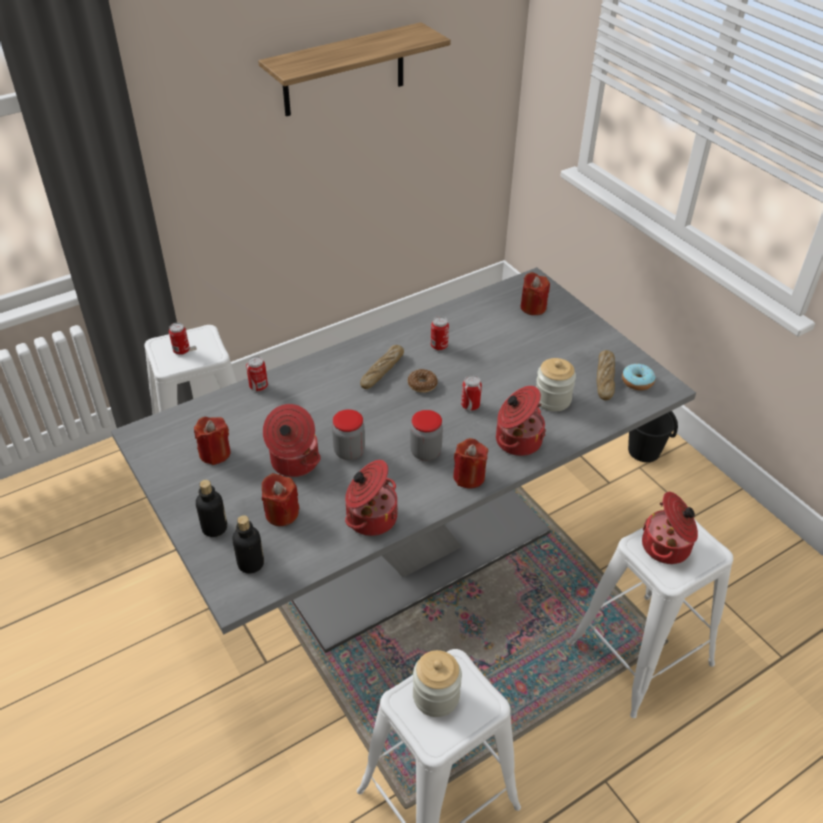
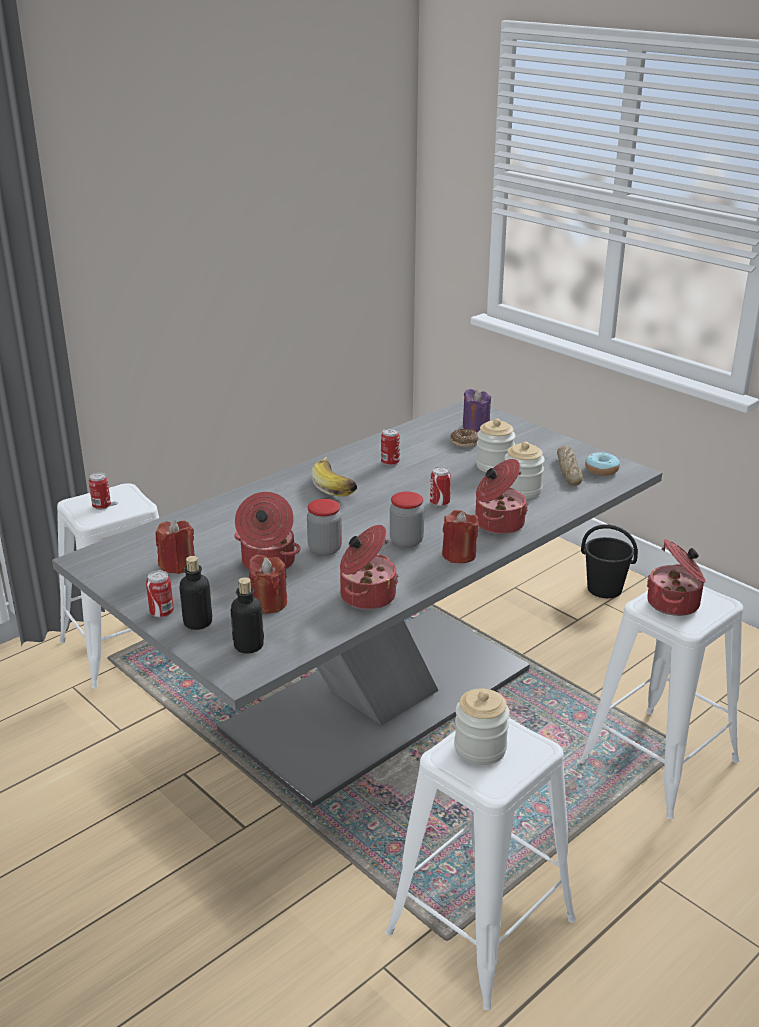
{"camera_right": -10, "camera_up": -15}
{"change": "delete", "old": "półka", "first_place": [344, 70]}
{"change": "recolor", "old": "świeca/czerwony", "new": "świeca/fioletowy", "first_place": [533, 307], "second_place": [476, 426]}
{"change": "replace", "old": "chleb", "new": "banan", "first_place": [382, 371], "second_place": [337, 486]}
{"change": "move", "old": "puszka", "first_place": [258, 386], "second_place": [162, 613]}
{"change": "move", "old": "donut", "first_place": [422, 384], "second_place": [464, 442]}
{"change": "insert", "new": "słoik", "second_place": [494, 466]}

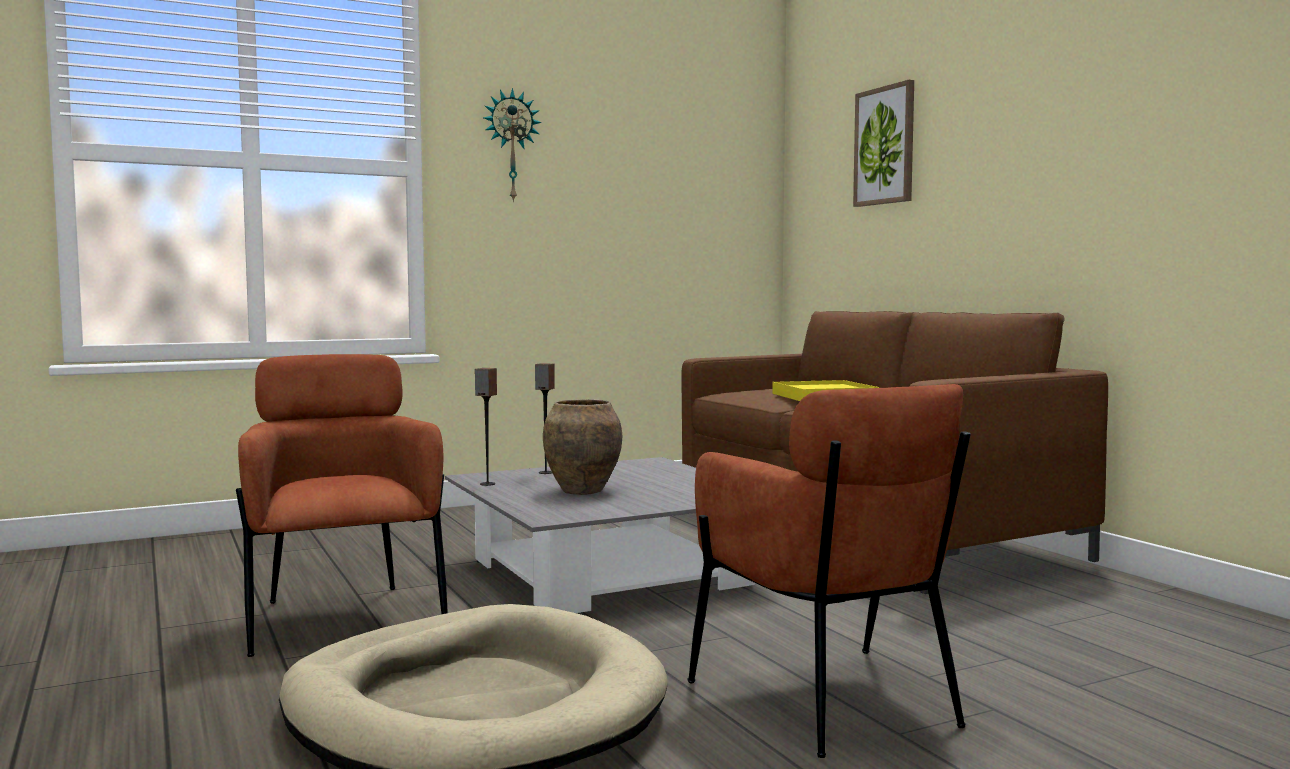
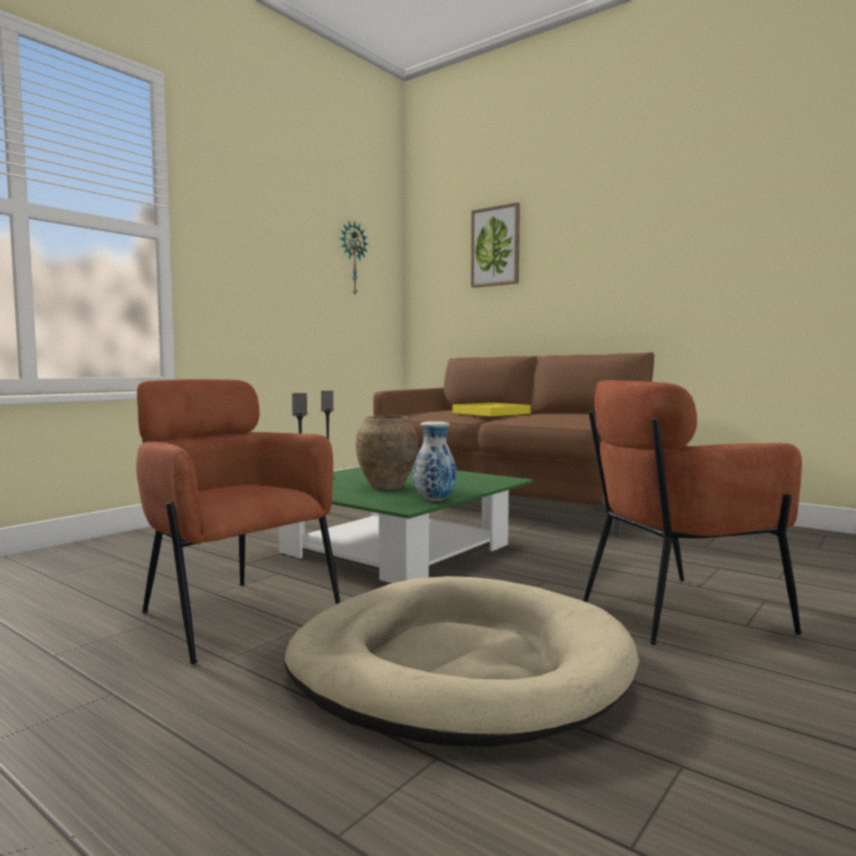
{"camera_right": -25, "camera_up": 0}
{"change": "move", "old": "zegar ścienny", "first_place": [511, 146], "second_place": [352, 258]}
{"change": "rotate", "old": "fotel/brązowy", "first_place": [832, 701], "second_place": [677, 612], "degrees": 120}
{"change": "recolor", "old": "ława/szary", "new": "ława/zielony", "first_place": [610, 573], "second_place": [397, 549]}
{"change": "insert", "new": "wazon", "second_place": [434, 500]}

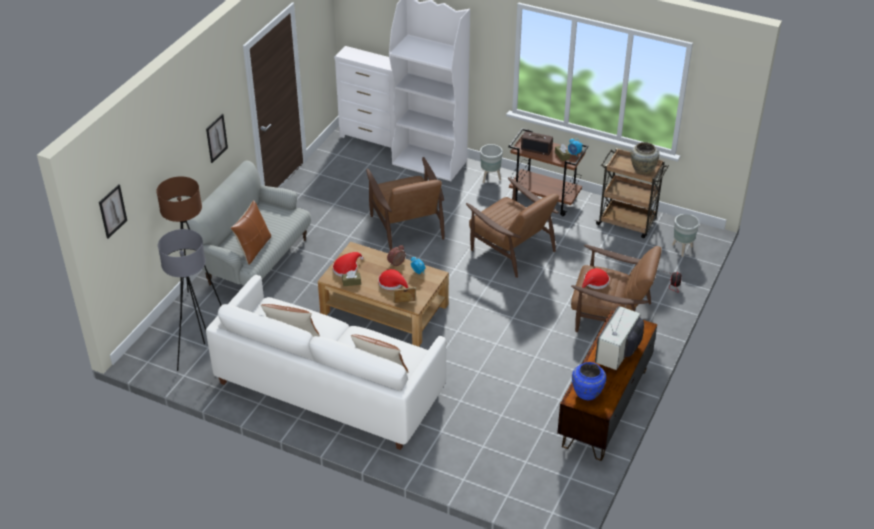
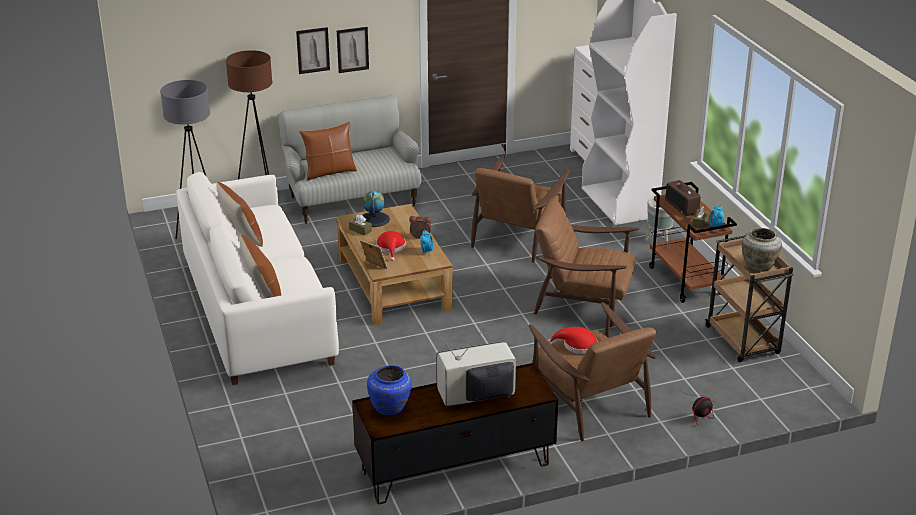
{"camera_right": 45, "camera_up": -10}
{"change": "rotate", "old": "fotel/brązowy", "first_place": [511, 249], "second_place": [584, 301], "degrees": 105}
{"change": "move", "old": "obraz", "first_place": [112, 211], "second_place": [313, 50]}
{"change": "delete", "old": "donica/szary", "first_place": [682, 249]}
{"change": "replace", "old": "kapelusz/czerwony", "new": "globus", "first_place": [347, 268], "second_place": [374, 219]}

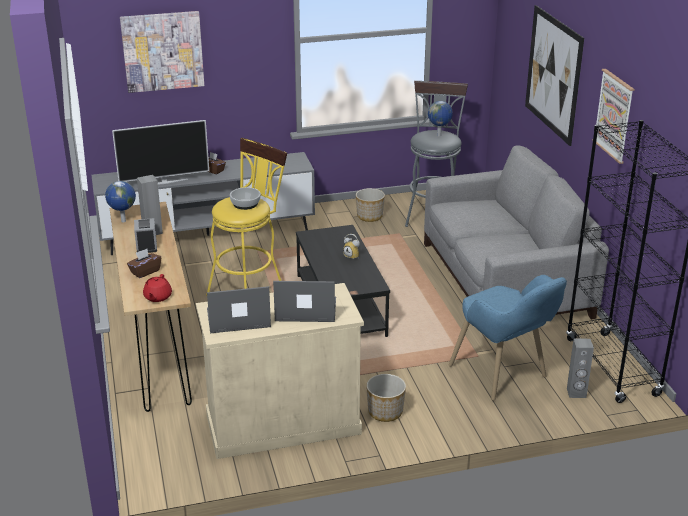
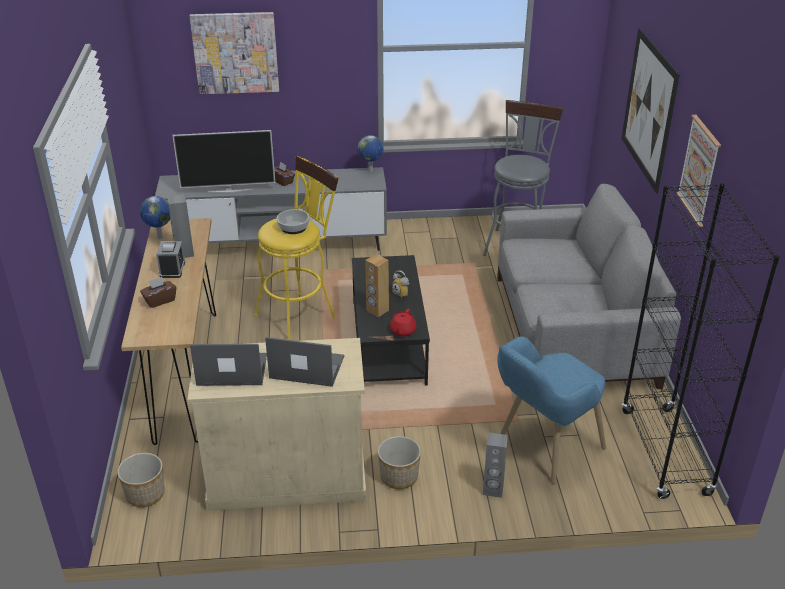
{"camera_right": 10, "camera_up": 5}
{"change": "move", "old": "globus", "first_place": [439, 135], "second_place": [371, 171]}
{"change": "move", "old": "donica", "first_place": [369, 216], "second_place": [145, 493]}
{"change": "move", "old": "imbryk/czerwony", "first_place": [157, 297], "second_place": [402, 331]}
{"change": "rotate", "old": "fotel/niebieski", "first_place": [505, 378], "second_place": [541, 451], "degrees": 75}
{"change": "move", "old": "głośnik/szary", "first_place": [576, 393], "second_place": [493, 490]}
{"change": "insert", "new": "głośnik/brązowy", "second_place": [377, 310]}

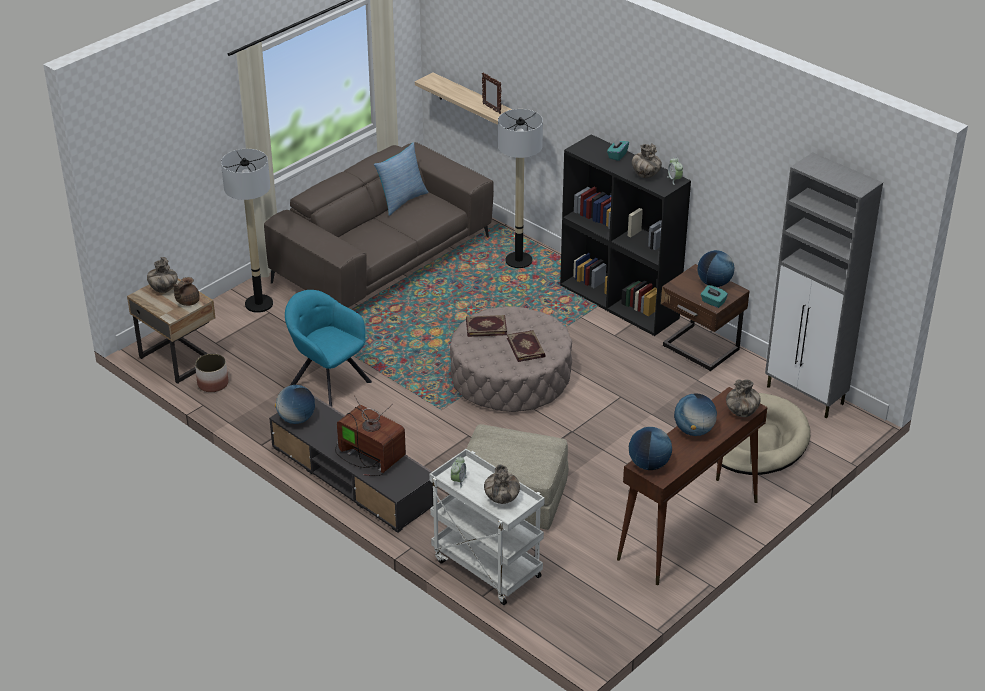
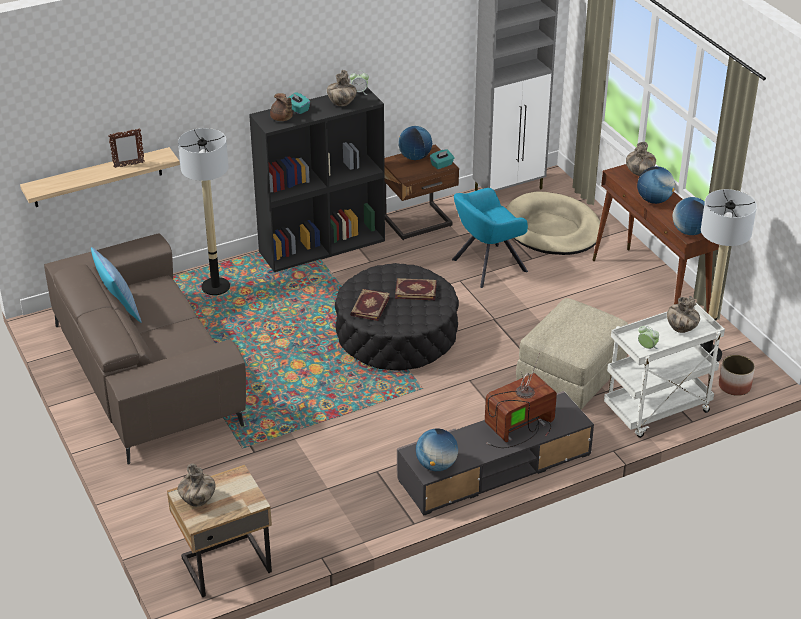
{"camera_right": -70, "camera_up": 0}
{"change": "move", "old": "lampa stojąca", "first_place": [259, 304], "second_place": [706, 354]}
{"change": "move", "old": "imbryk/brązowy", "first_place": [187, 302], "second_place": [282, 118]}
{"change": "move", "old": "fotel/turkusowy", "first_place": [328, 382], "second_place": [486, 266]}
{"change": "recolor", "old": "pufa/beżowy", "new": "pufa/czarny", "first_place": [510, 377], "second_place": [396, 335]}
{"change": "move", "old": "donica", "first_place": [213, 383], "second_place": [734, 386]}

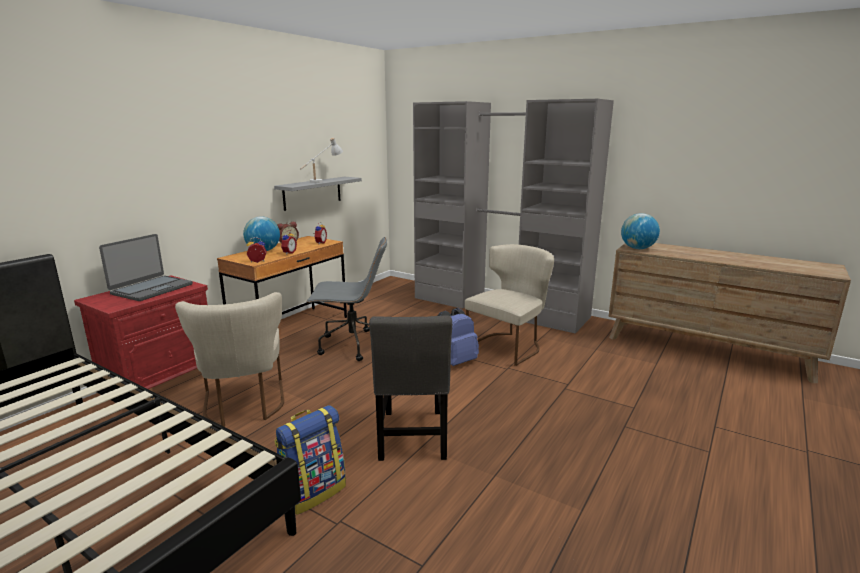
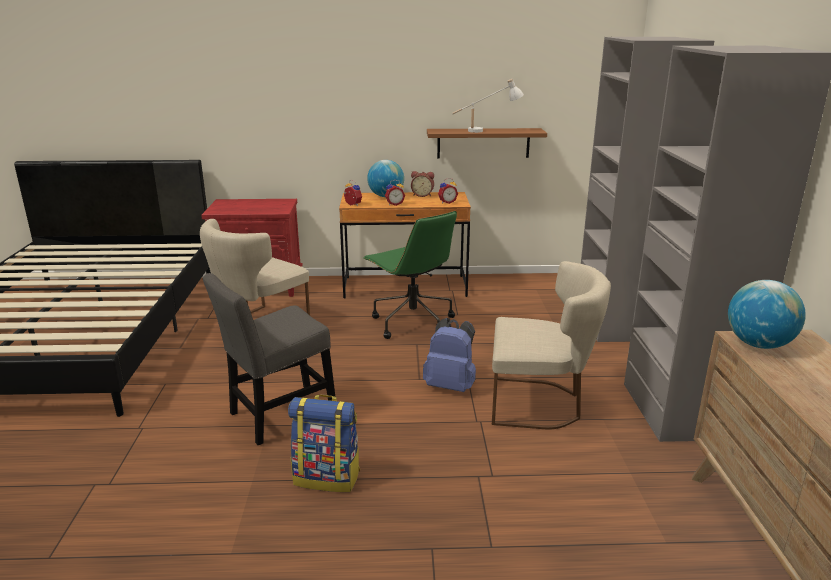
{"camera_right": 55, "camera_up": 5}
{"change": "recolor", "old": "półka/szary", "new": "półka/brązowy", "first_place": [312, 193], "second_place": [483, 143]}
{"change": "delete", "old": "laptop", "first_place": [151, 289]}
{"change": "recolor", "old": "krzesło biurowe/szary", "new": "krzesło biurowe/zielony", "first_place": [351, 345], "second_place": [412, 323]}
{"change": "move", "old": "plecak", "first_place": [313, 491], "second_place": [327, 477]}

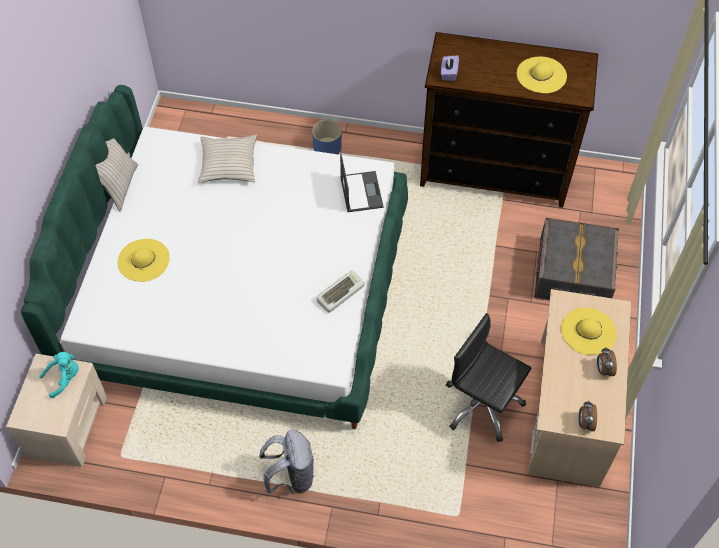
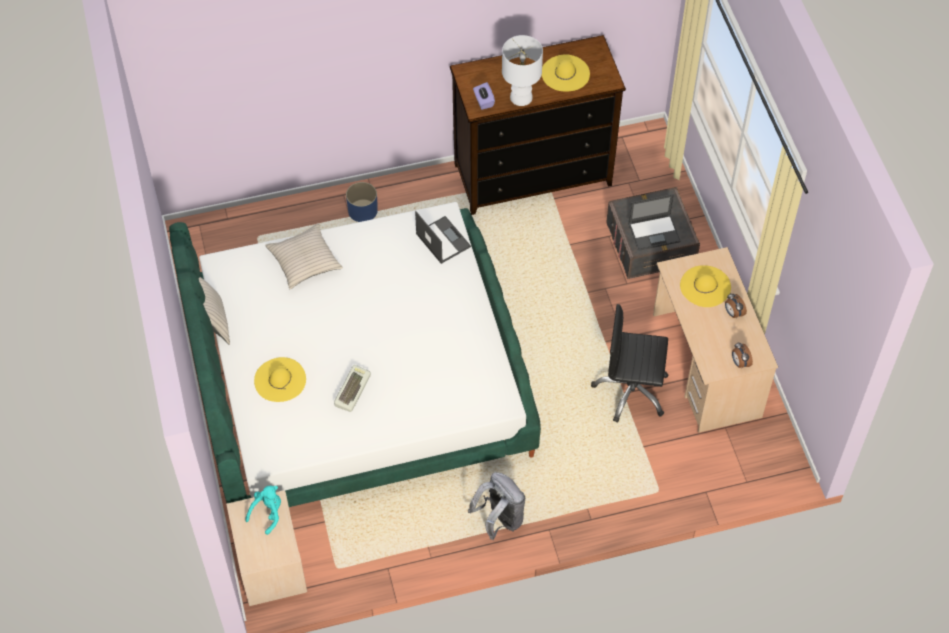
{"camera_right": -25, "camera_up": 0}
{"change": "move", "old": "klawiatura", "first_place": [340, 292], "second_place": [351, 389]}
{"change": "insert", "new": "lampa stołowa/biały", "second_place": [520, 97]}
{"change": "insert", "new": "laptop", "second_place": [654, 232]}

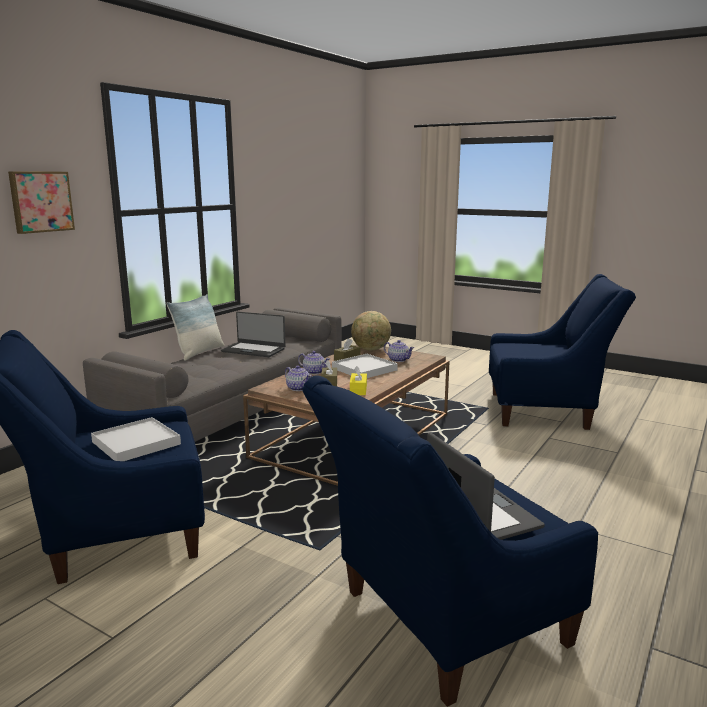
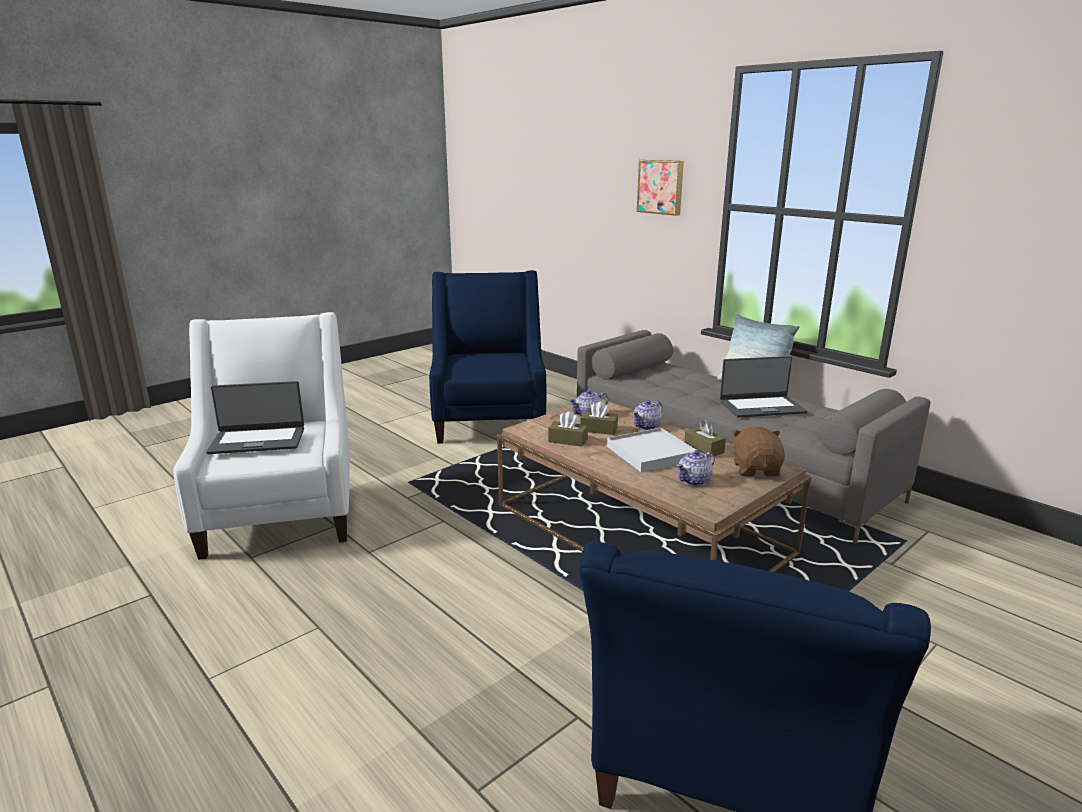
{"camera_right": 105, "camera_up": 5}
{"change": "rotate", "old": "laptop", "first_place": [254, 350], "second_place": [761, 407], "degrees": -135}
{"change": "replace", "old": "globus", "new": "pluszak/brązowy", "first_place": [371, 349], "second_place": [756, 470]}
{"change": "recolor", "old": "pudełko chusteczek/żółty", "new": "pudełko chusteczek/brązowy", "first_place": [358, 390], "second_place": [568, 440]}
{"change": "recolor", "old": "fotel/niebieski", "new": "fotel/biały", "first_place": [440, 622], "second_place": [282, 513]}
{"change": "delete", "old": "taca/biały", "first_place": [136, 443]}

